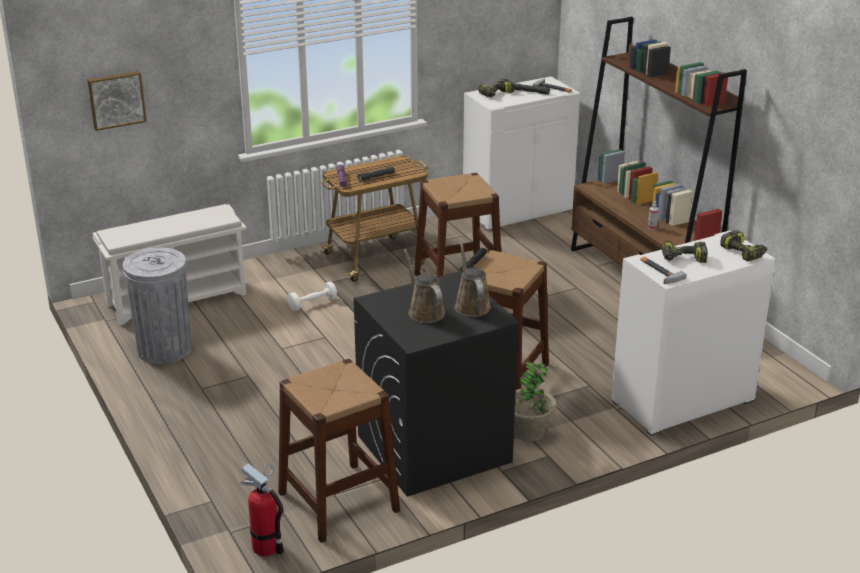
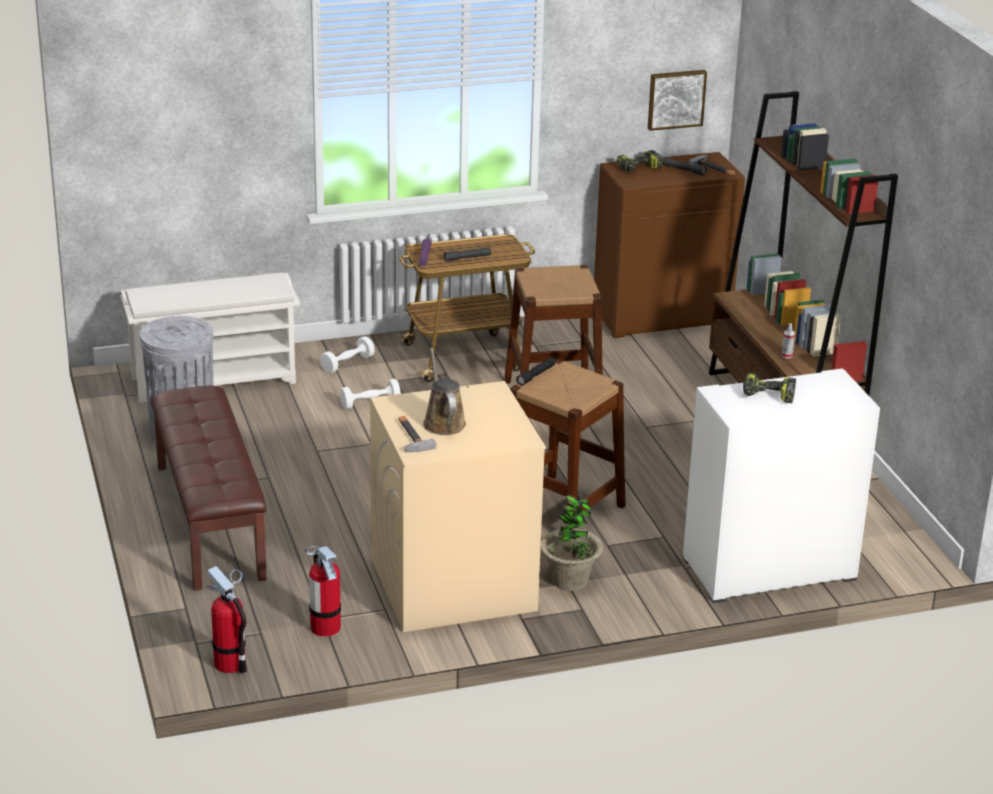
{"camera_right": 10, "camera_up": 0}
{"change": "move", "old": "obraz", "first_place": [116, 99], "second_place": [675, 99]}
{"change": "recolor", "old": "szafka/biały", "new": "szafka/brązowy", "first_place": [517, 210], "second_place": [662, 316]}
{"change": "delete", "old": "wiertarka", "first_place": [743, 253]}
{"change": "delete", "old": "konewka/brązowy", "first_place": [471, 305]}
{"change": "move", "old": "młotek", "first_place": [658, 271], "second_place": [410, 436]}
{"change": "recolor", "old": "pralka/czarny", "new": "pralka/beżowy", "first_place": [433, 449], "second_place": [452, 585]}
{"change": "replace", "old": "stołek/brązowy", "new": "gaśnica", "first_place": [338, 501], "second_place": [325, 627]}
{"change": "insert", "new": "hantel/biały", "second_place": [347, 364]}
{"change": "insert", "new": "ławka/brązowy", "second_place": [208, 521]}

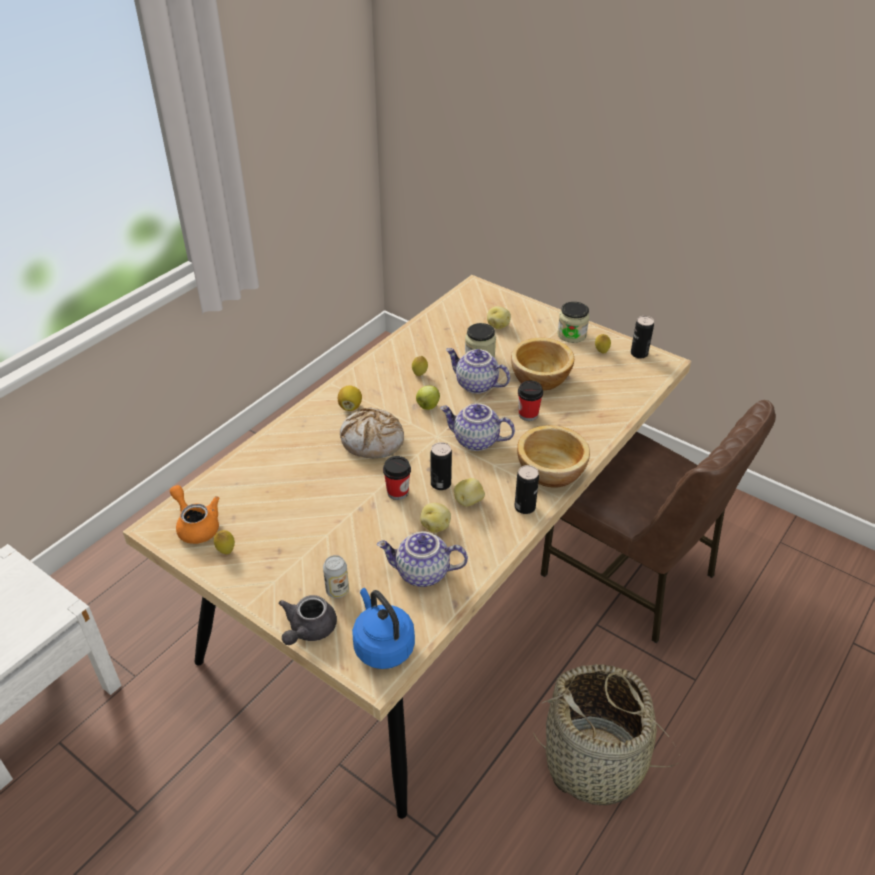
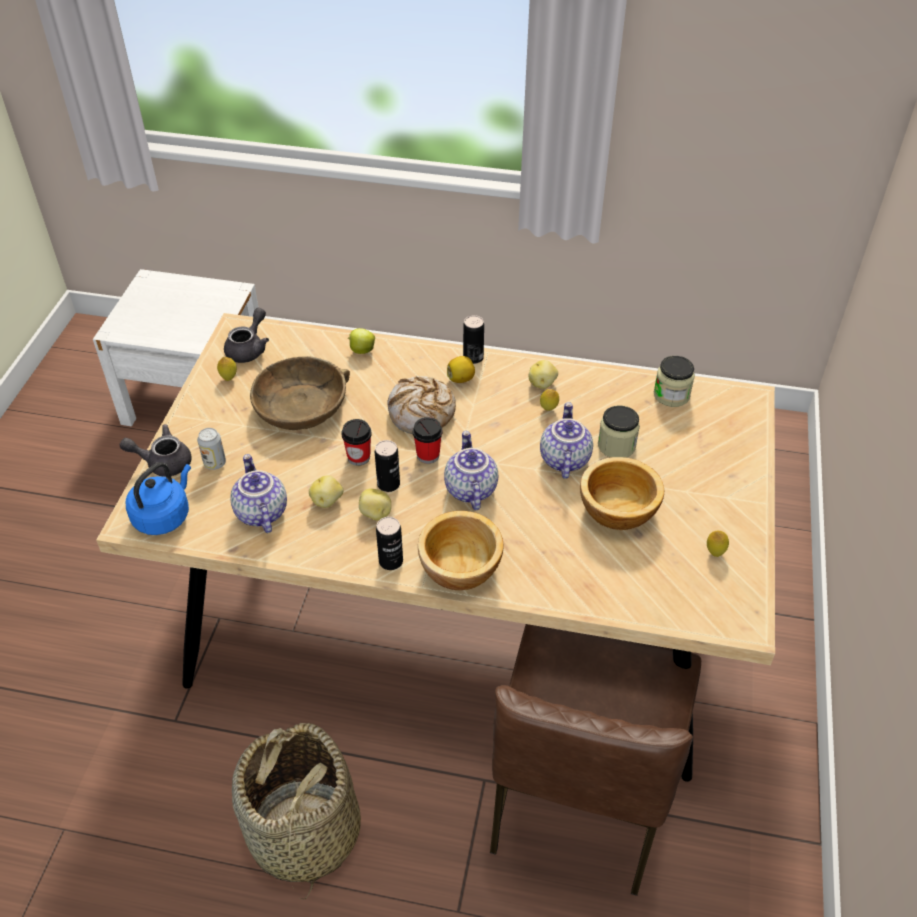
{"camera_right": 65, "camera_up": 5}
{"change": "move", "old": "słoik", "first_place": [572, 334], "second_place": [671, 395]}
{"change": "move", "old": "ziemniak", "first_place": [498, 325], "second_place": [542, 383]}
{"change": "move", "old": "puszka", "first_place": [639, 354], "second_place": [473, 358]}
{"change": "move", "old": "filiżanka", "first_place": [528, 414], "second_place": [428, 455]}
{"change": "move", "old": "jabłko", "first_place": [427, 406], "second_place": [361, 350]}
{"change": "recolor", "old": "imbryk/pomarańczowy", "new": "imbryk/szary", "first_place": [196, 525], "second_place": [249, 349]}
{"change": "insert", "new": "miska/brązowy", "second_place": [301, 405]}

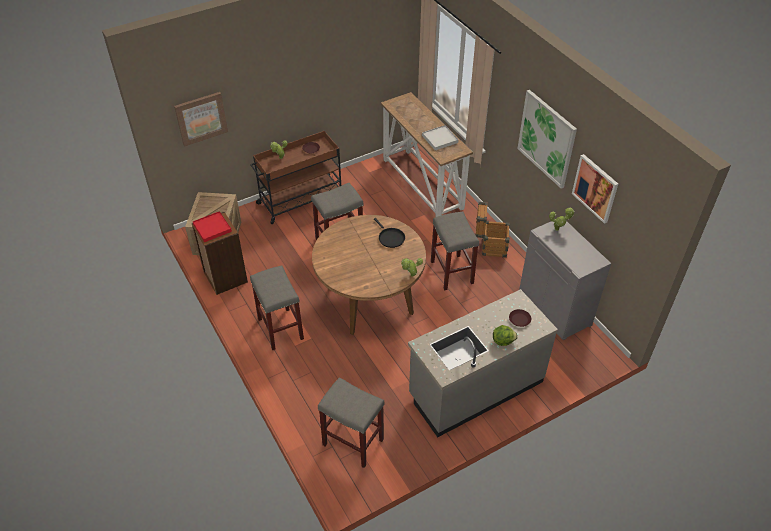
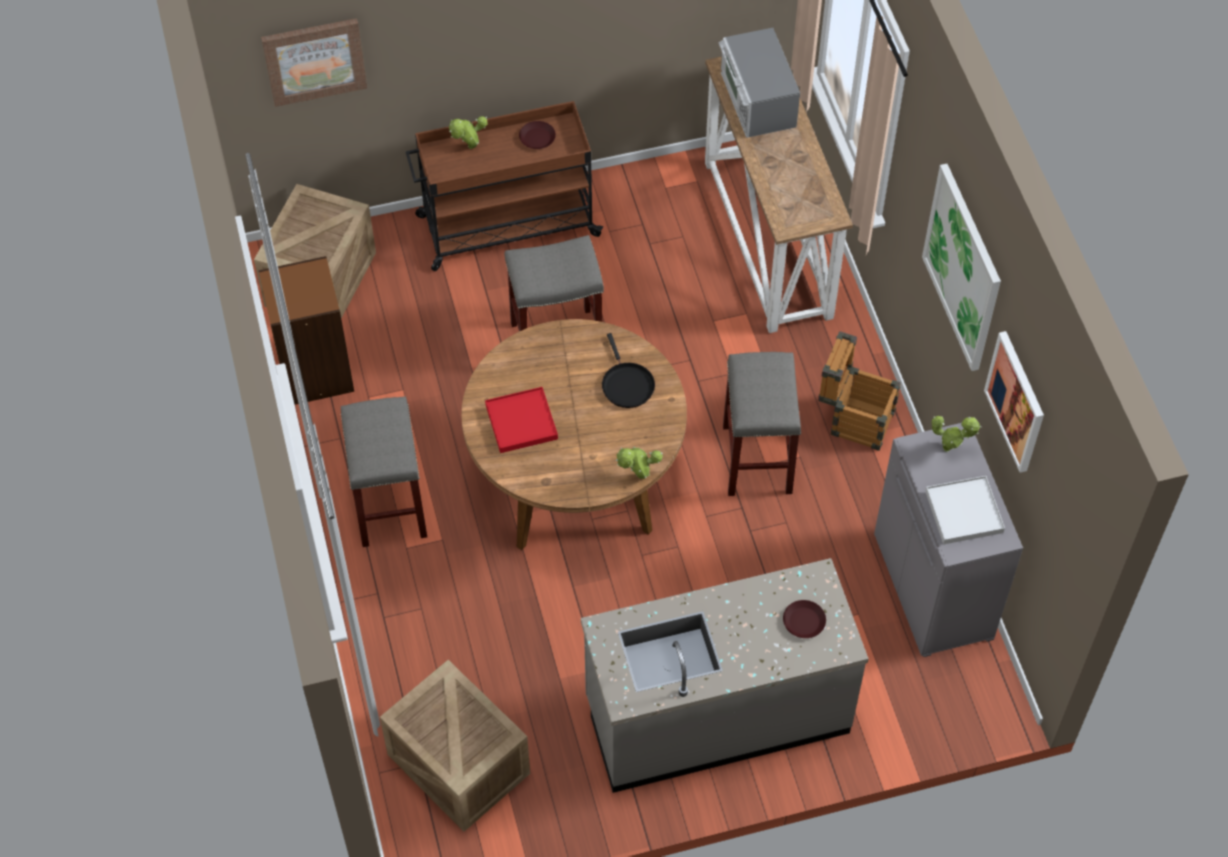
{"camera_right": 15, "camera_up": 10}
{"change": "move", "old": "taca/biały", "first_place": [440, 139], "second_place": [964, 512]}
{"change": "move", "old": "taca/czerwony", "first_place": [212, 228], "second_place": [521, 422]}
{"change": "delete", "old": "sałata", "first_place": [503, 341]}
{"change": "replace", "old": "stołek/szary", "new": "skrzynka", "first_place": [352, 442], "second_place": [456, 763]}
{"change": "insert", "new": "mikrofalówka", "second_place": [756, 100]}

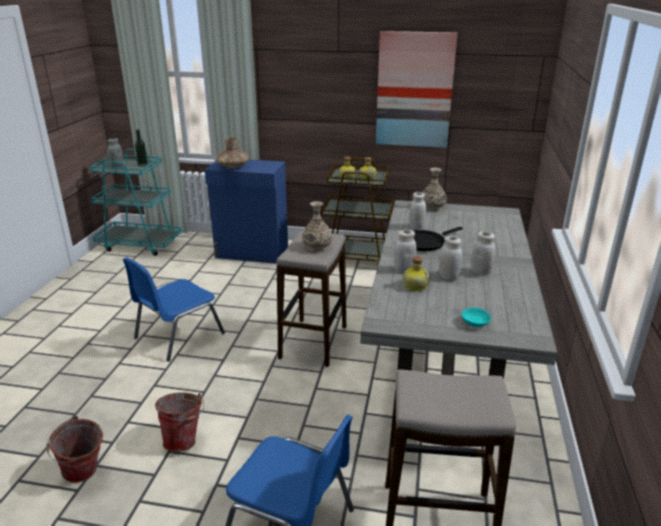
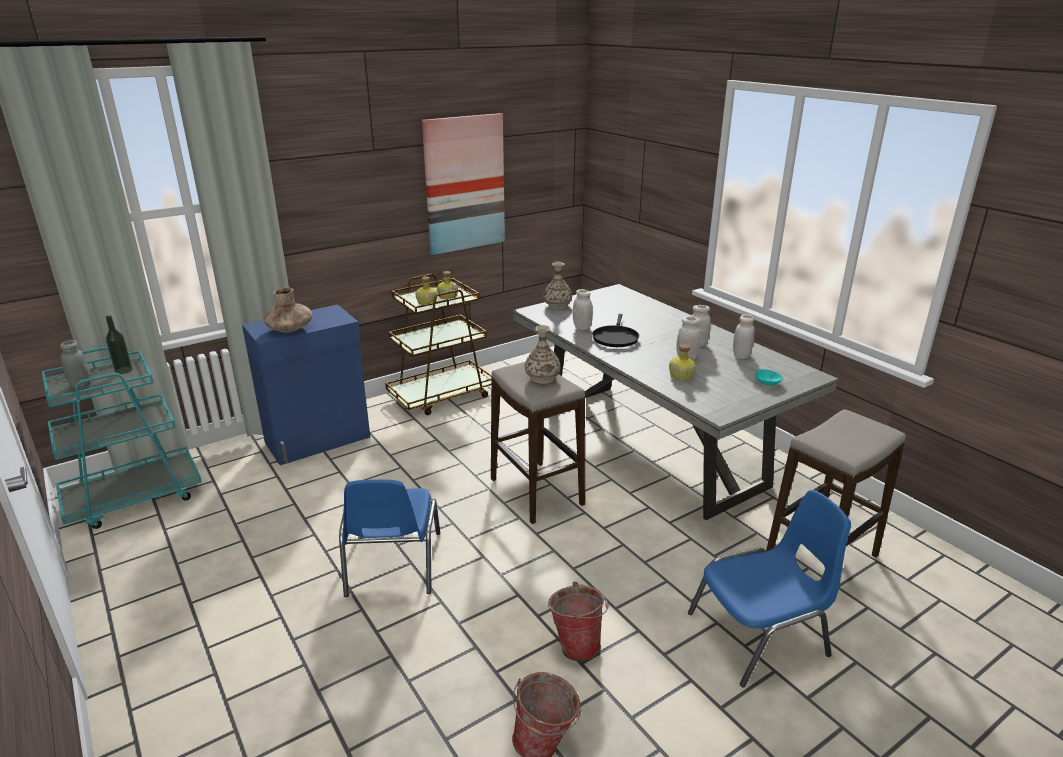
{"camera_right": -45, "camera_up": 0}
{"change": "move", "old": "słoik/biały", "first_place": [403, 269], "second_place": [741, 355]}

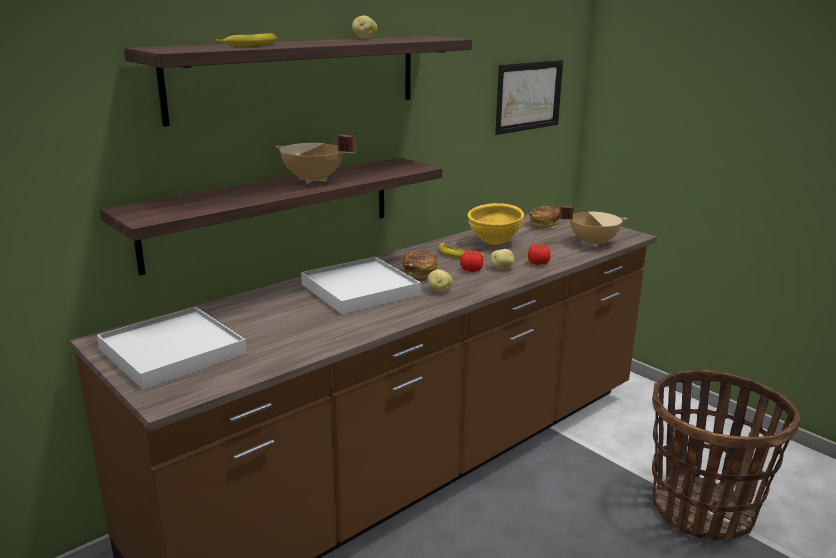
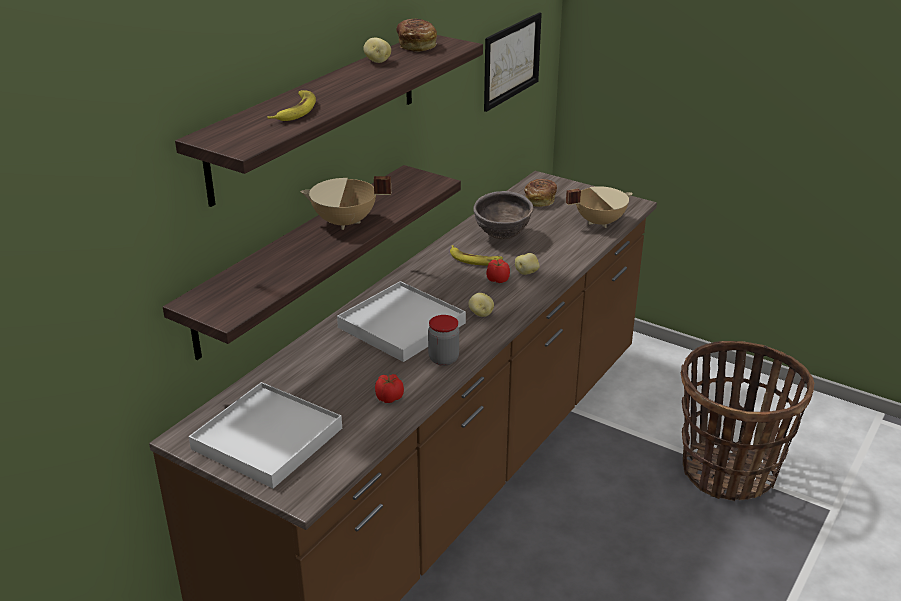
{"camera_right": -15, "camera_up": 10}
{"change": "recolor", "old": "miska/żółty", "new": "miska/brązowy", "first_place": [494, 243], "second_place": [502, 237]}
{"change": "move", "old": "pomidor", "first_place": [538, 263], "second_place": [389, 397]}
{"change": "move", "old": "chleb", "first_place": [419, 274], "second_place": [416, 45]}
{"change": "insert", "new": "słoik", "second_place": [443, 359]}

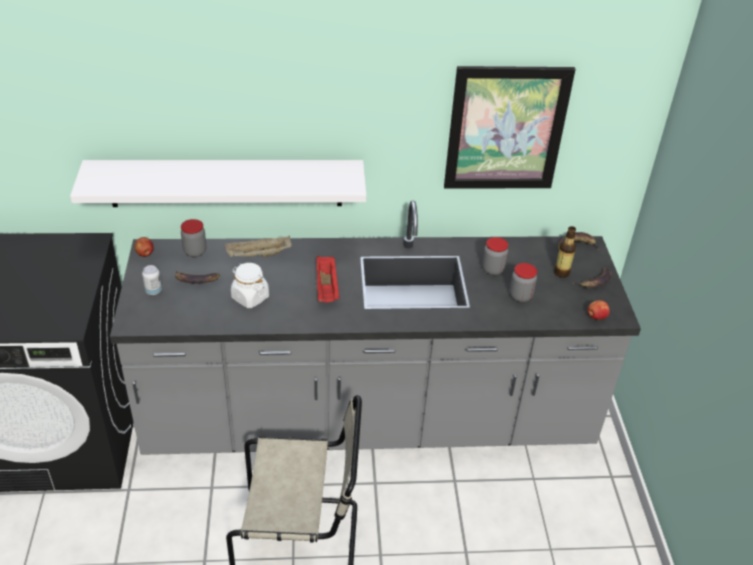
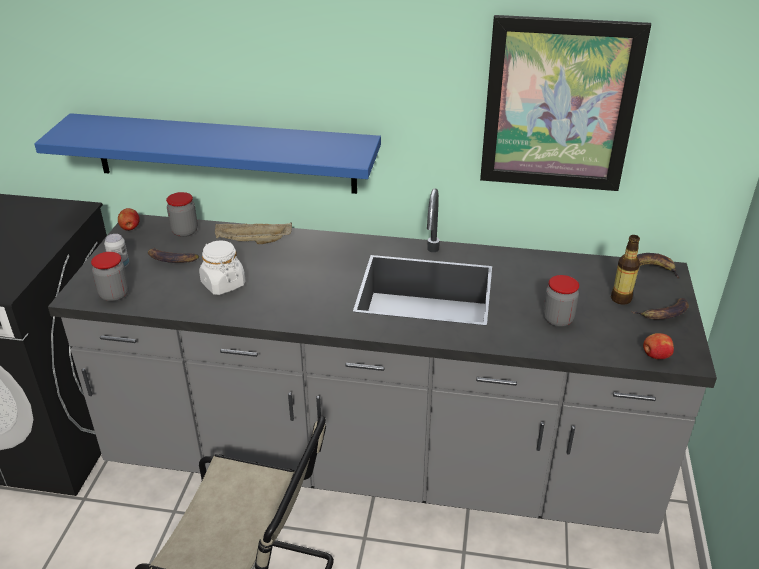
{"camera_right": 15, "camera_up": -5}
{"change": "recolor", "old": "półka/biały", "new": "półka/niebieski", "first_place": [226, 183], "second_place": [224, 153]}
{"change": "move", "old": "słoik", "first_place": [493, 269], "second_place": [114, 294]}
{"change": "delete", "old": "taca/czerwony", "first_place": [327, 288]}

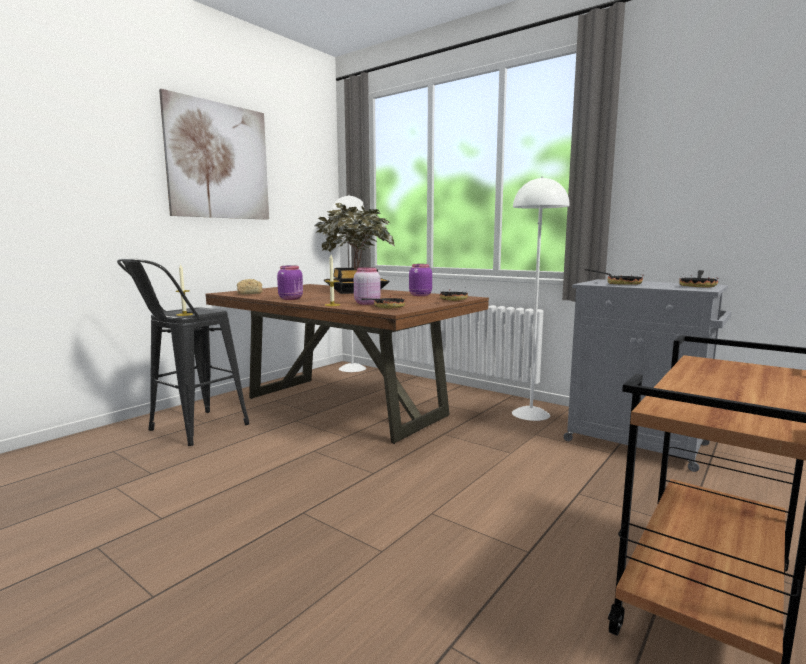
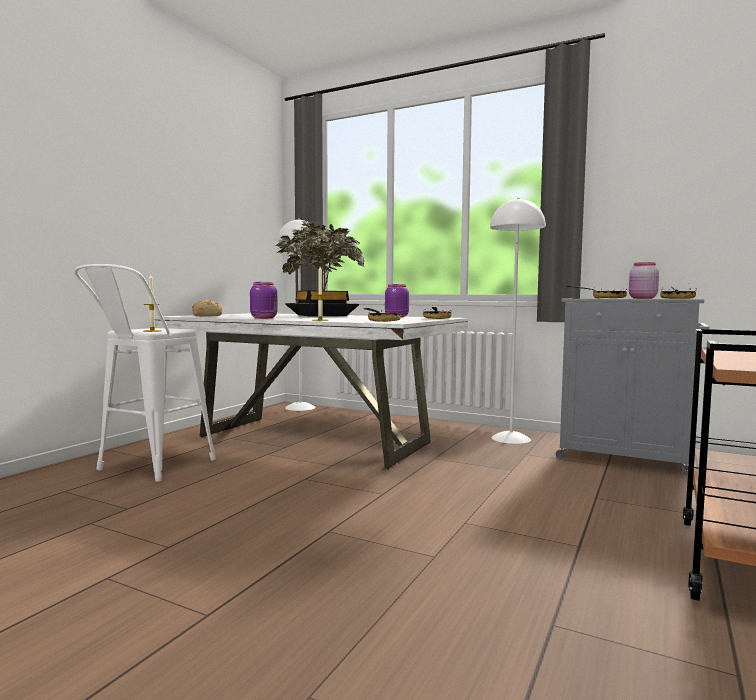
{"camera_right": -10, "camera_up": -5}
{"change": "delete", "old": "obraz", "first_place": [218, 161]}
{"change": "recolor", "old": "stołek/czarny", "new": "stołek/biały", "first_place": [190, 430], "second_place": [148, 468]}
{"change": "move", "old": "słoik/różowy", "first_place": [366, 303], "second_place": [642, 298]}
{"change": "recolor", "old": "stół jadalny/brązowy", "new": "stół jadalny/biały", "first_place": [342, 406], "second_place": [311, 440]}

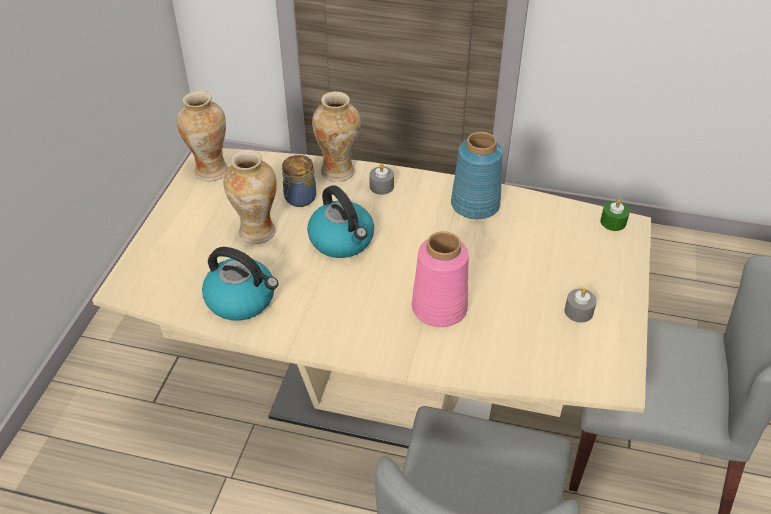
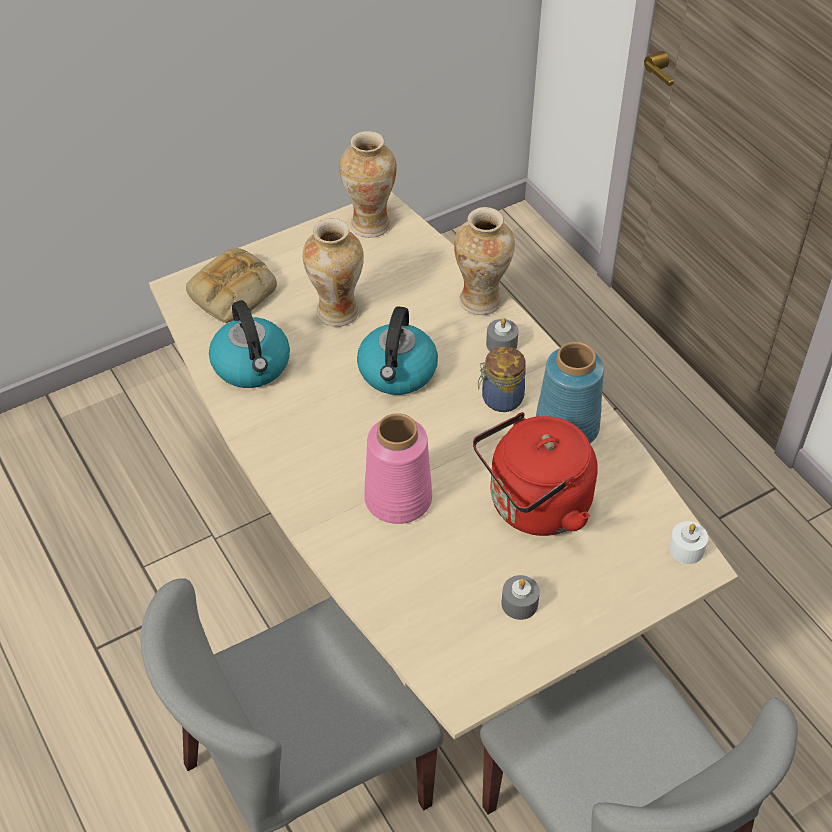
{"camera_right": 45, "camera_up": 5}
{"change": "move", "old": "słoik", "first_place": [299, 199], "second_place": [500, 399]}
{"change": "recolor", "old": "świeca/zielony", "new": "świeca/biały", "first_place": [613, 222], "second_place": [686, 549]}
{"change": "insert", "new": "chleb", "second_place": [232, 293]}
{"change": "insert", "new": "czajnik/czerwony", "second_place": [534, 507]}

